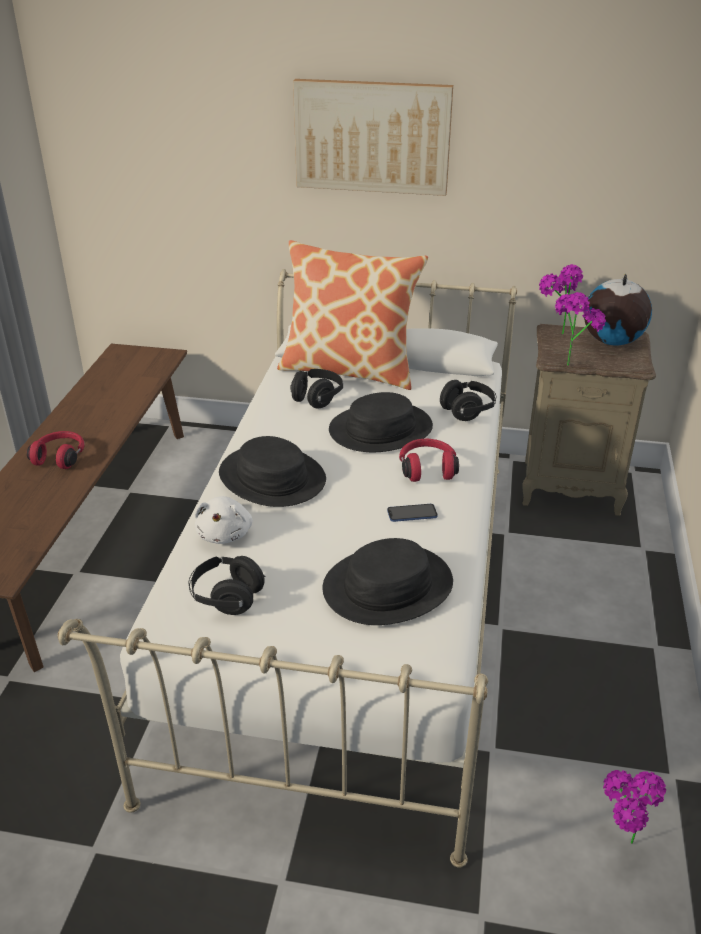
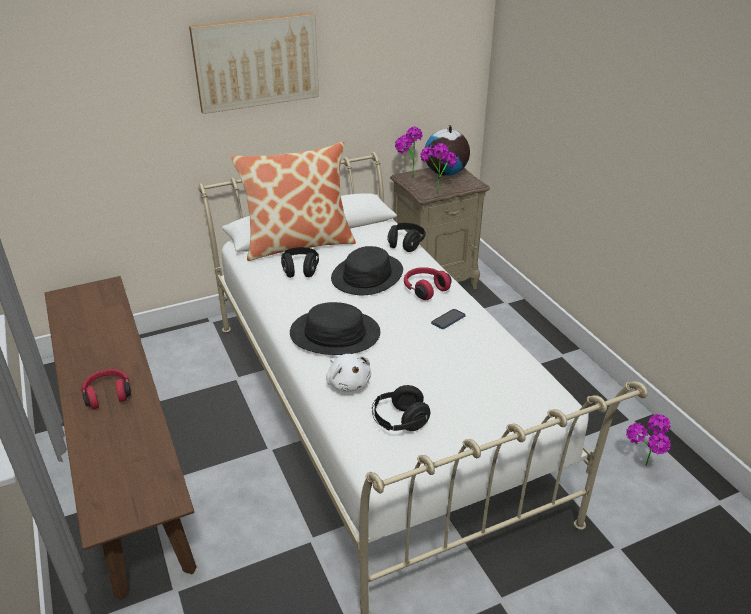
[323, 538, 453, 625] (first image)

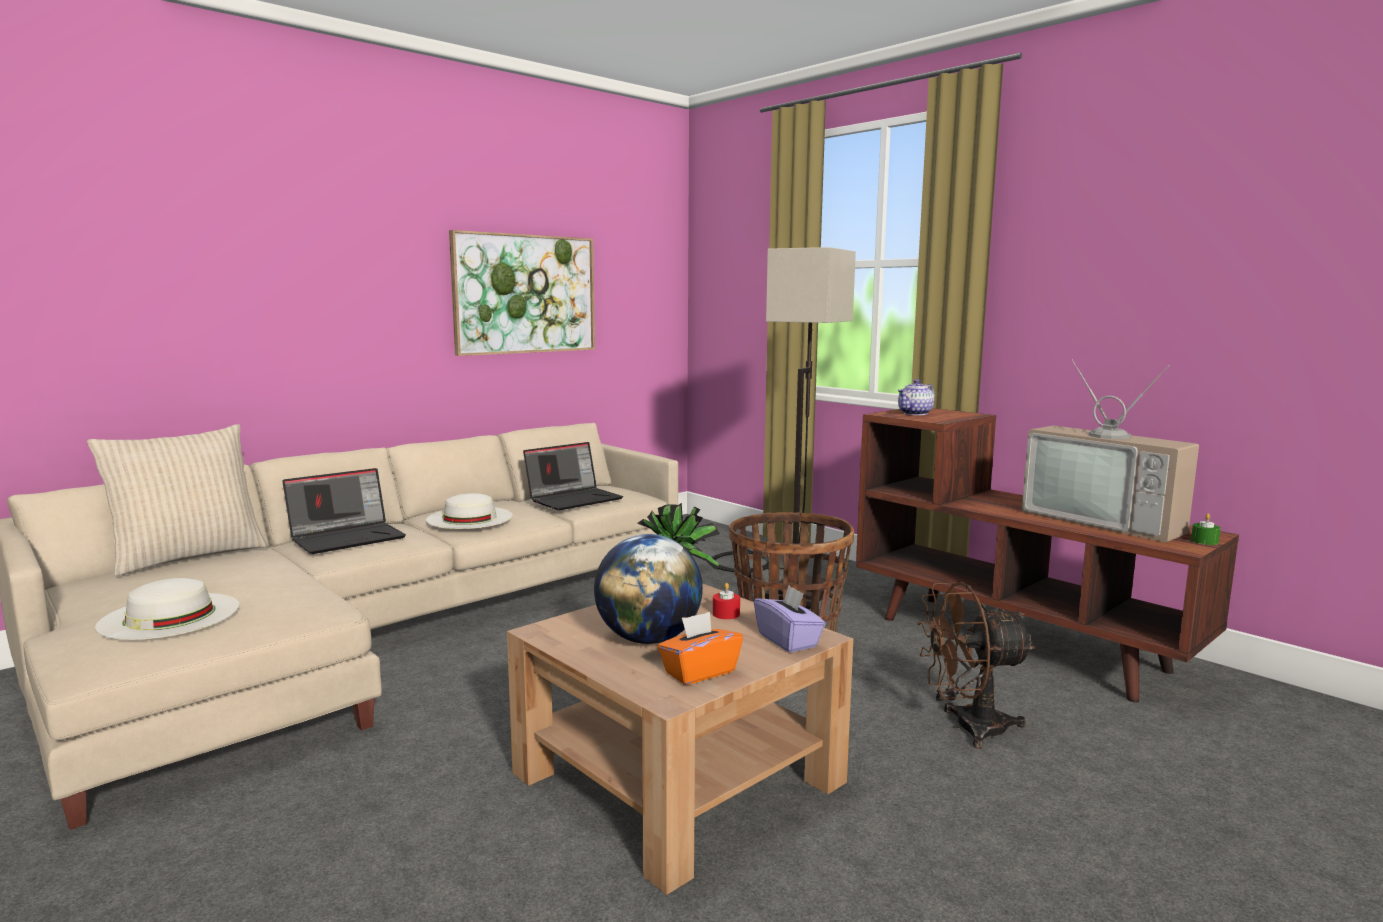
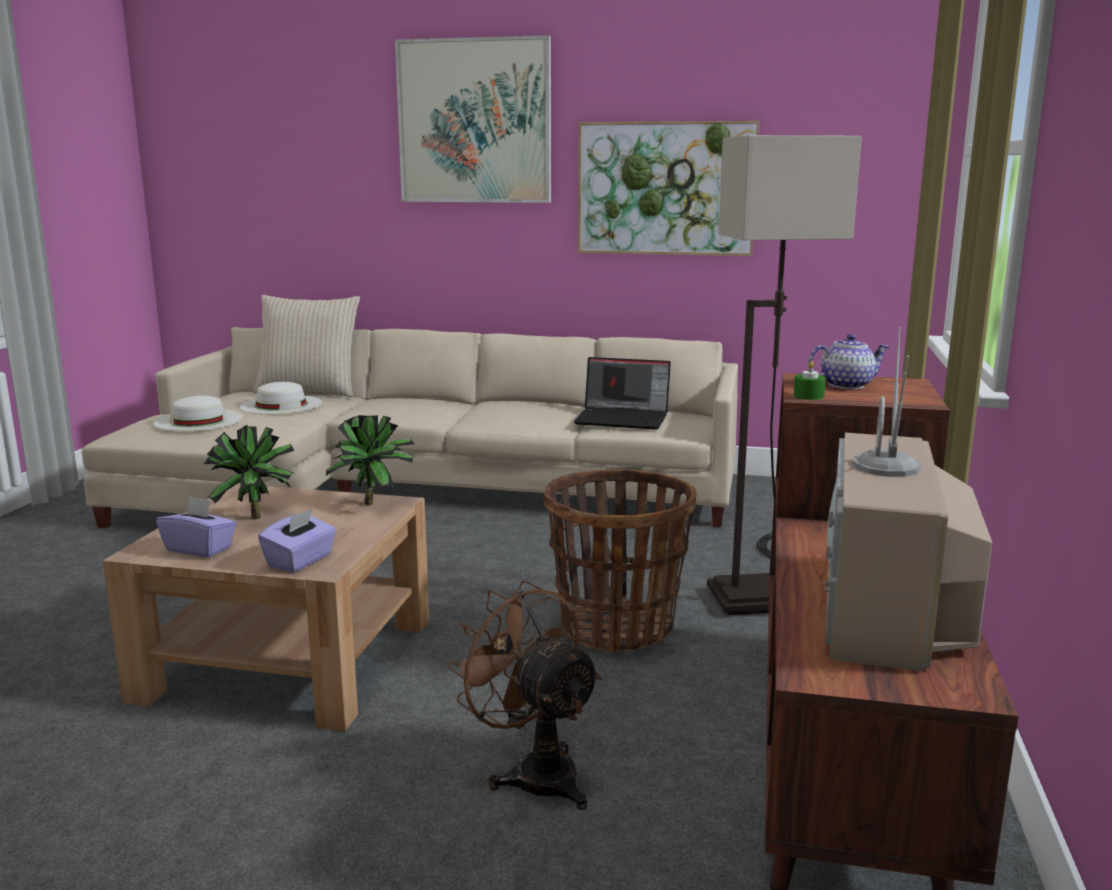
[282, 468, 406, 554] (first image)
[713, 583, 740, 619] (first image)
[395, 35, 551, 203]
[239, 382, 322, 414]
[793, 361, 826, 400]
[204, 424, 295, 520]
[156, 496, 237, 558]
[808, 334, 890, 389]

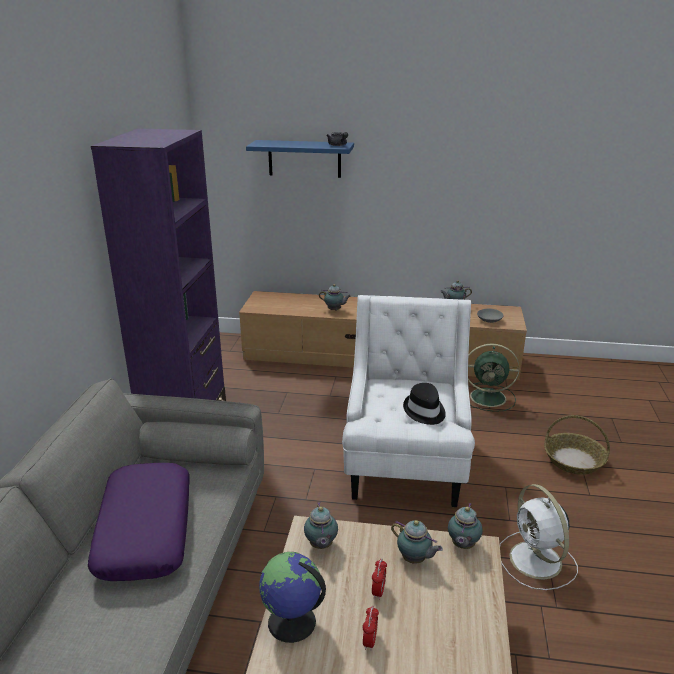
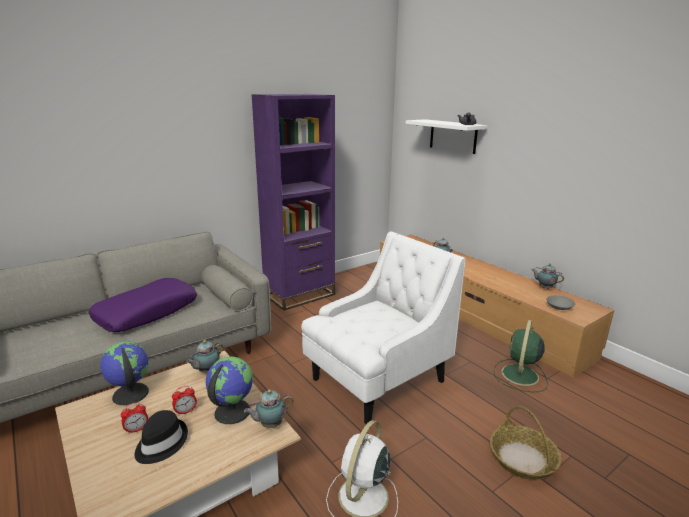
[135, 410, 188, 464]
[206, 356, 253, 424]
[405, 119, 487, 154]
[494, 320, 548, 392]

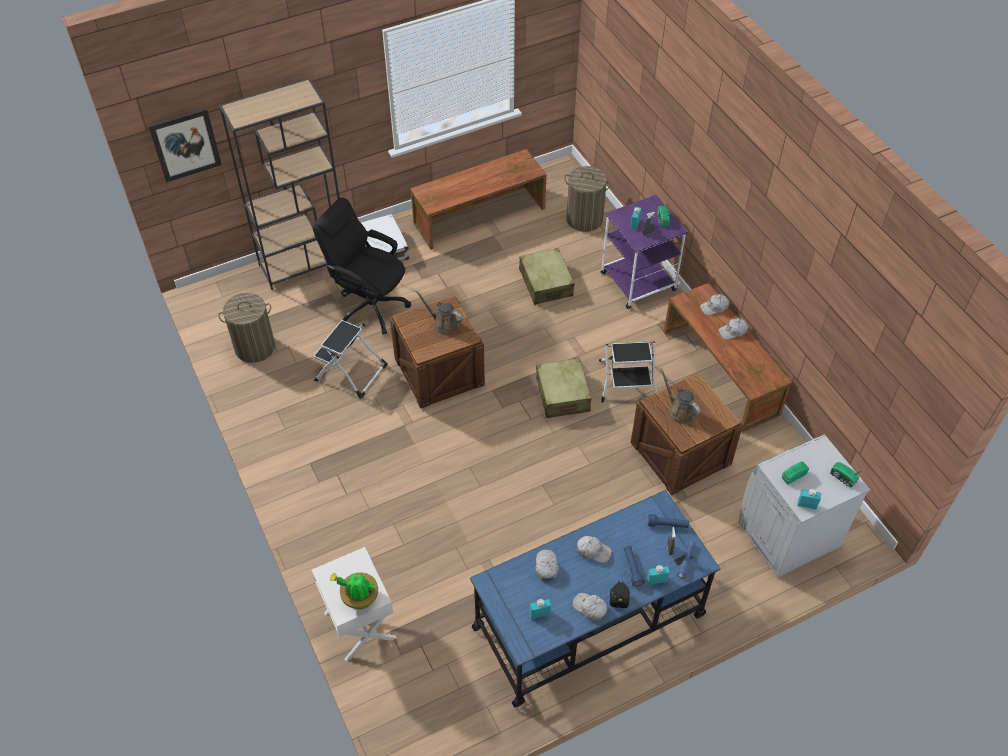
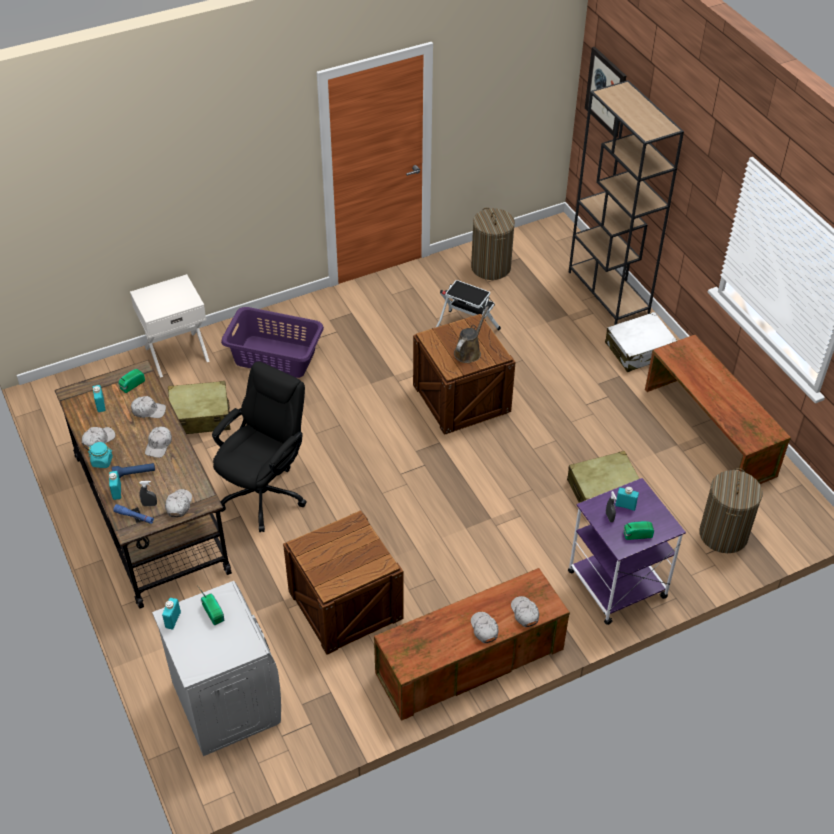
[329, 572, 378, 609] (first image)
[599, 342, 657, 403] (first image)
[660, 368, 700, 424] (first image)
[221, 307, 324, 378]
[212, 361, 307, 532]
[168, 381, 230, 434]
[118, 369, 145, 393]
[165, 489, 192, 517]
[55, 360, 232, 609]
[88, 442, 113, 468]

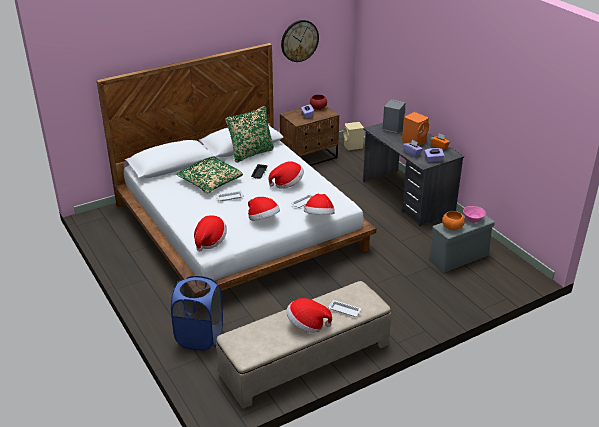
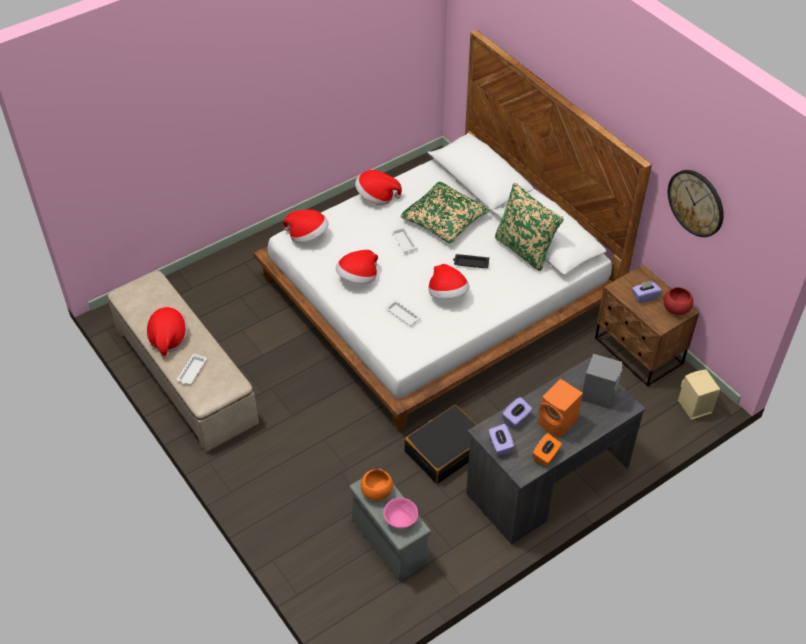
[171, 275, 223, 350] (first image)
[404, 405, 477, 484]
[355, 170, 402, 205]

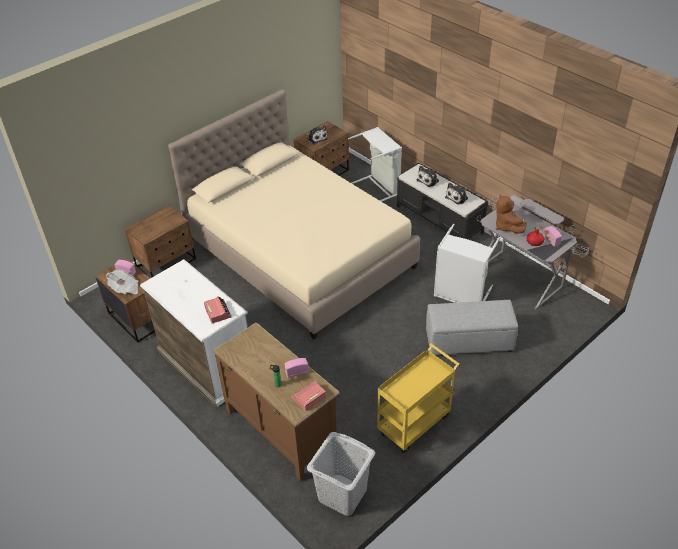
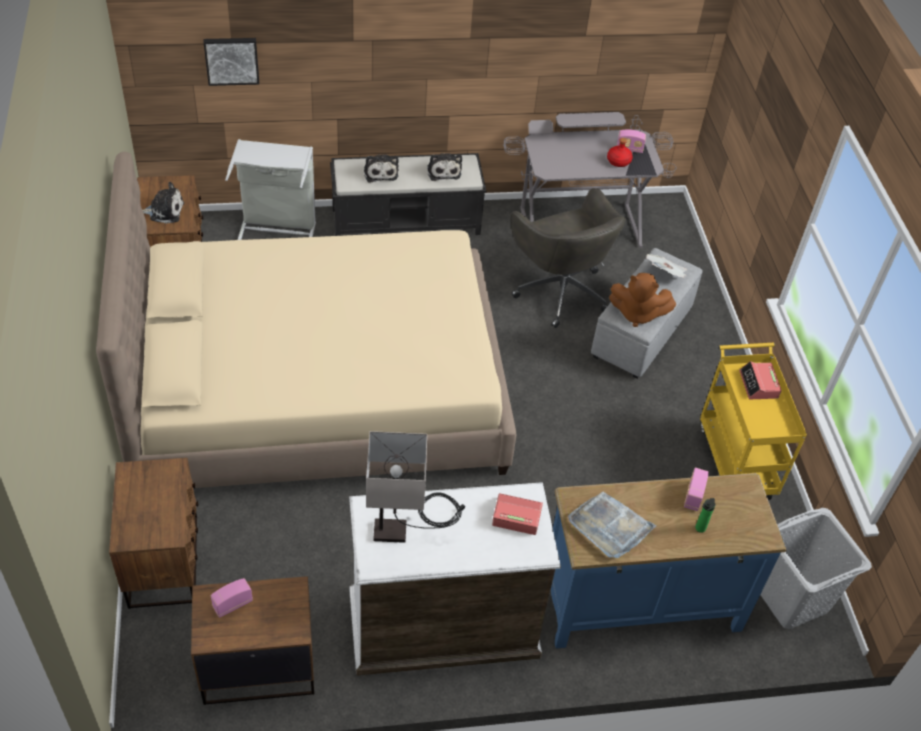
[204, 38, 259, 86]
[366, 431, 465, 543]
[568, 492, 656, 558]
[646, 254, 687, 278]
[739, 361, 782, 399]
[609, 273, 676, 327]
[511, 188, 626, 328]
[551, 473, 787, 649]

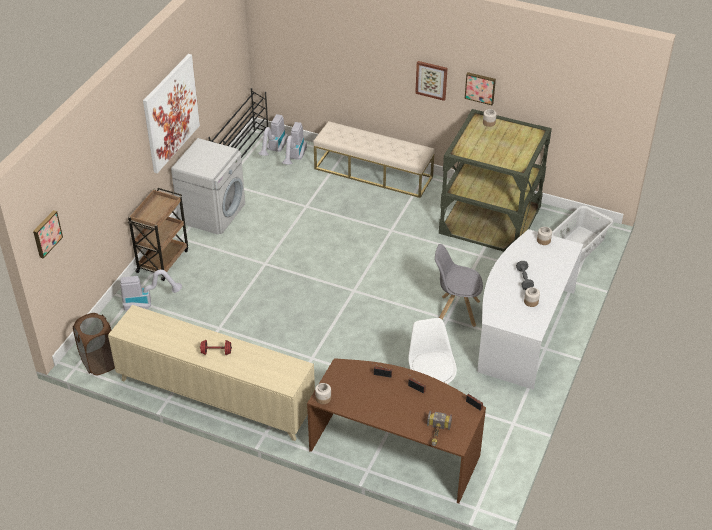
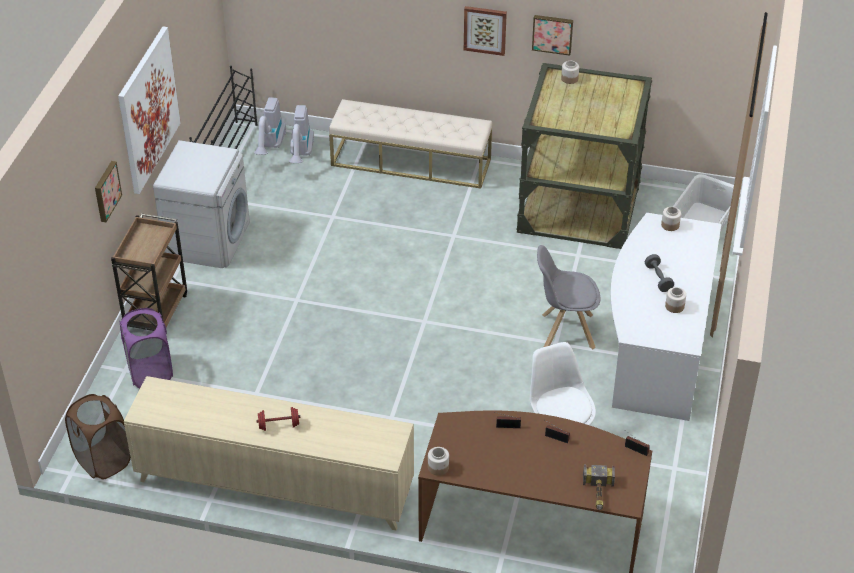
[95, 161, 122, 222]
[120, 308, 173, 389]

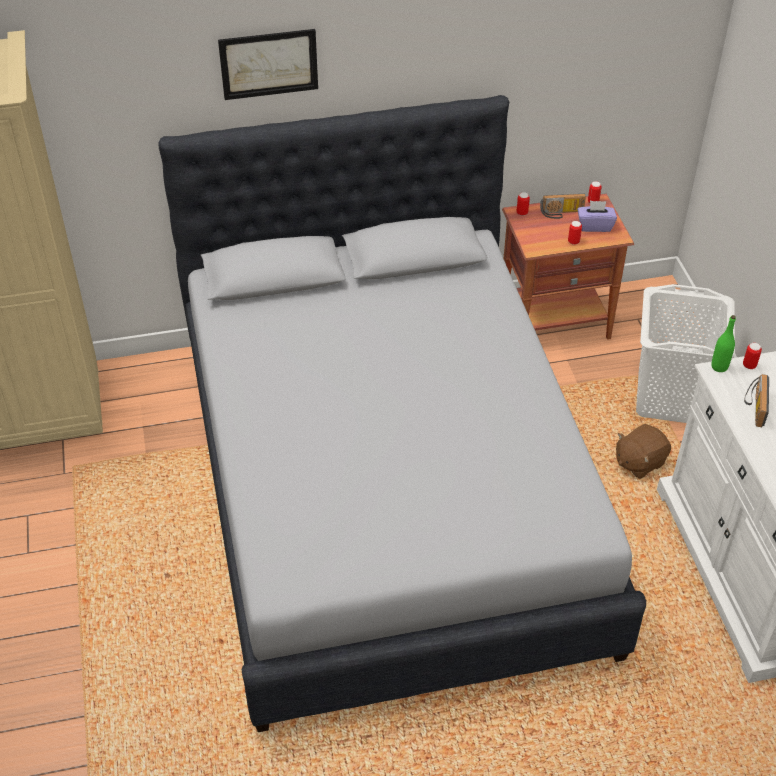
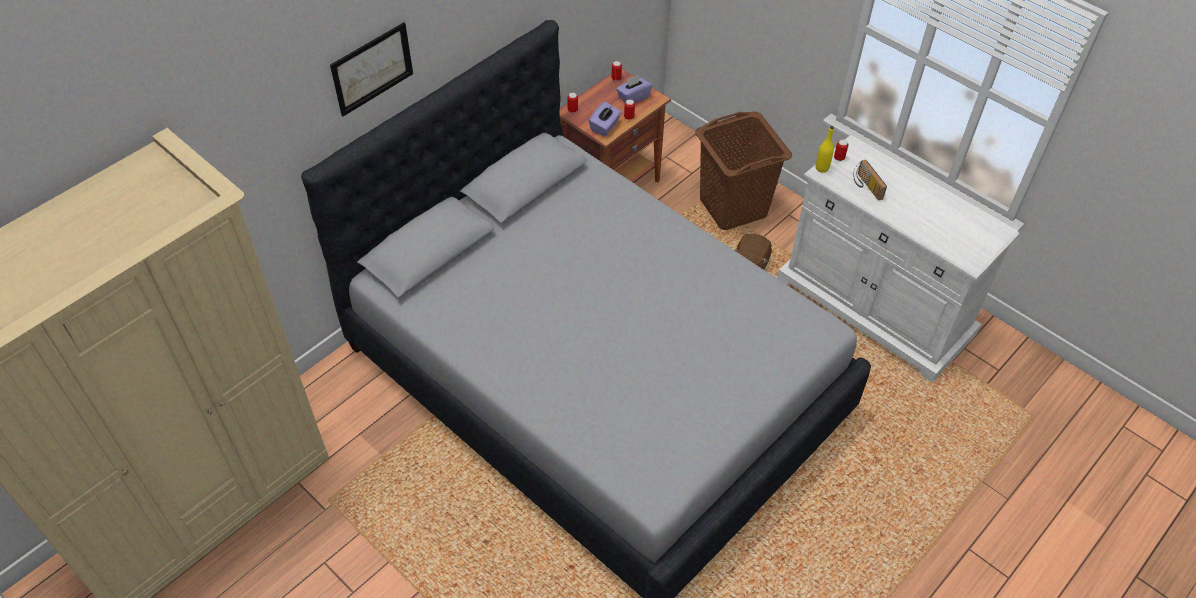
[540, 194, 586, 219] (first image)
[589, 101, 621, 136]
[695, 112, 792, 230]
[816, 126, 834, 173]

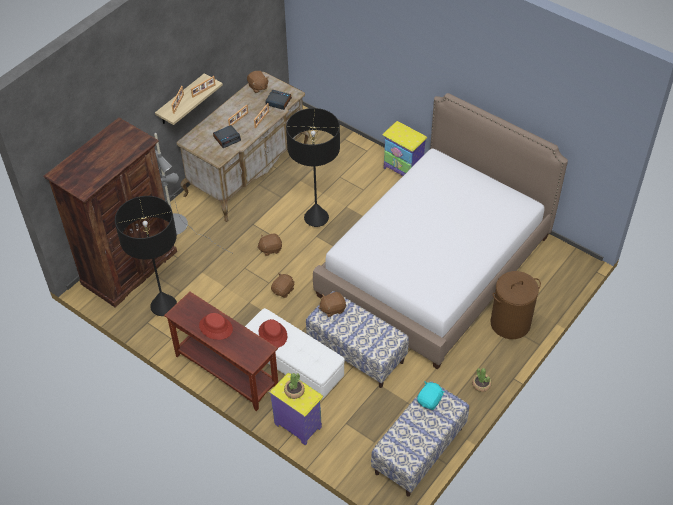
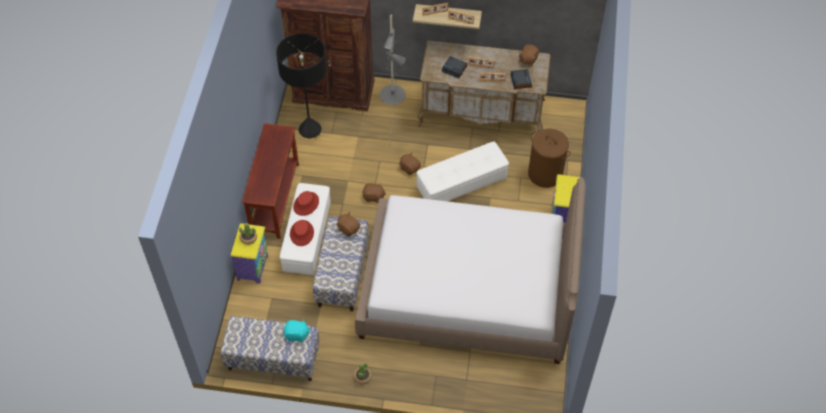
[290, 220, 314, 246]
[528, 129, 571, 188]
[417, 142, 509, 201]

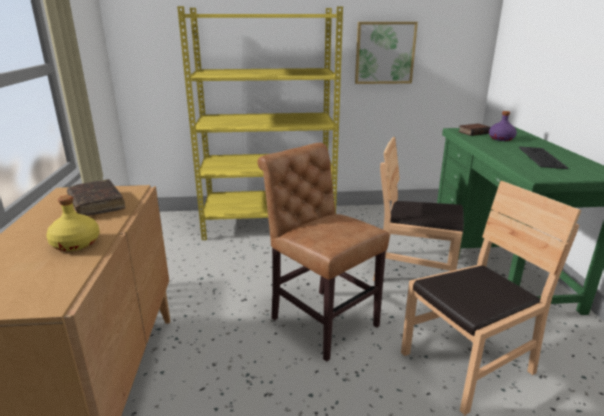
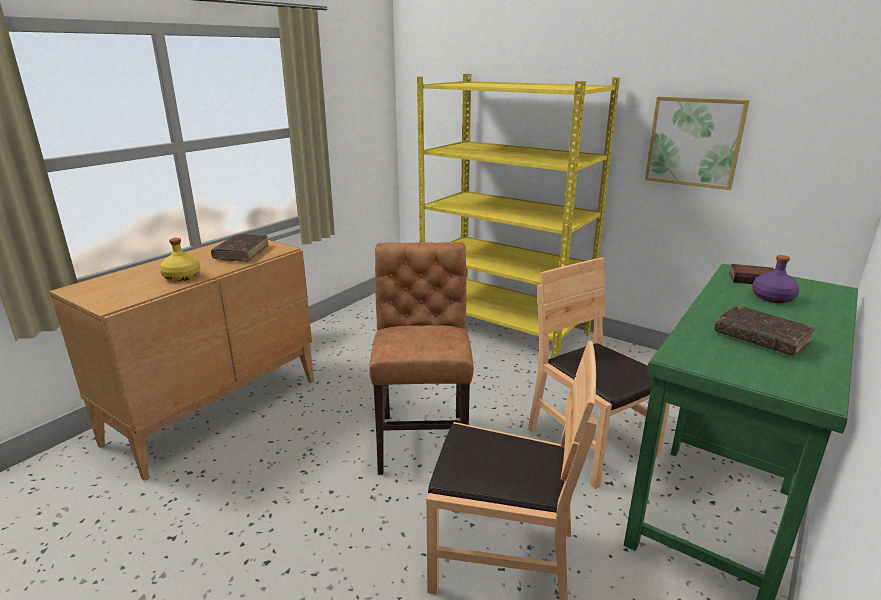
[714, 305, 815, 356]

